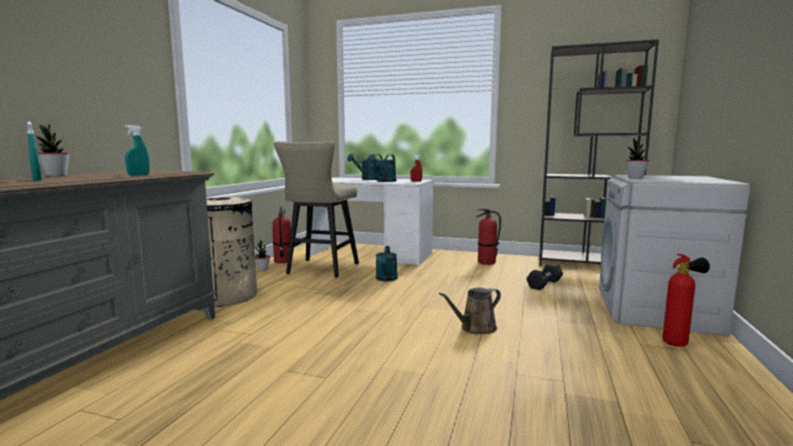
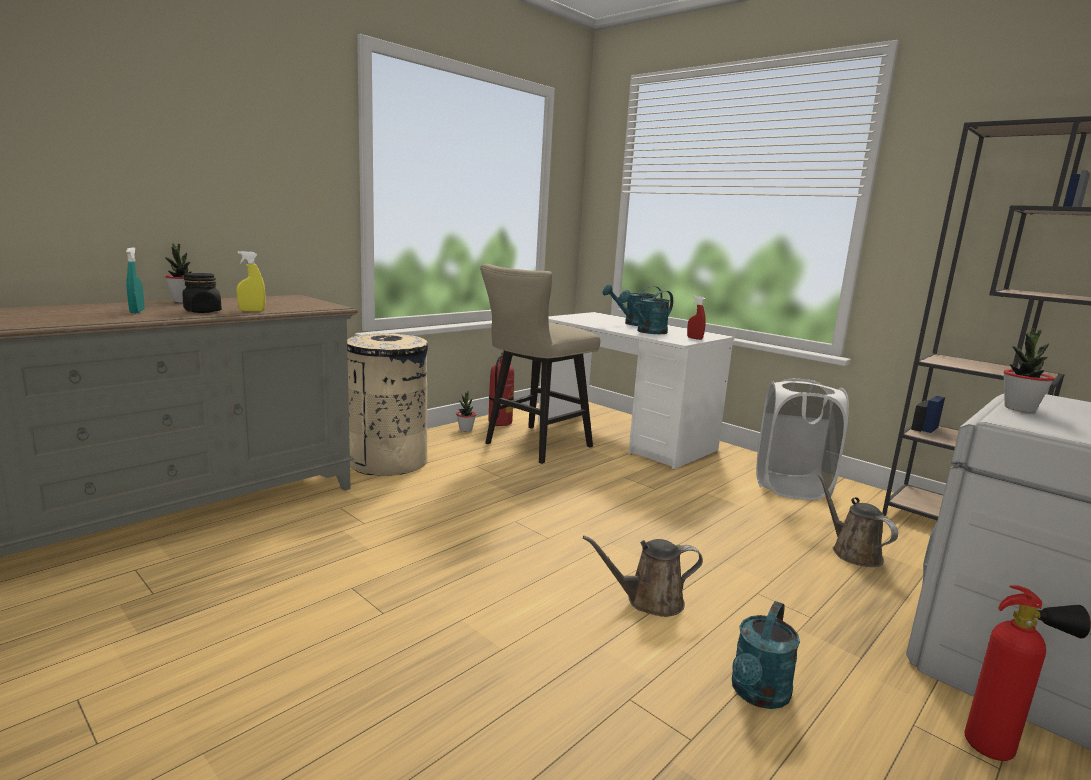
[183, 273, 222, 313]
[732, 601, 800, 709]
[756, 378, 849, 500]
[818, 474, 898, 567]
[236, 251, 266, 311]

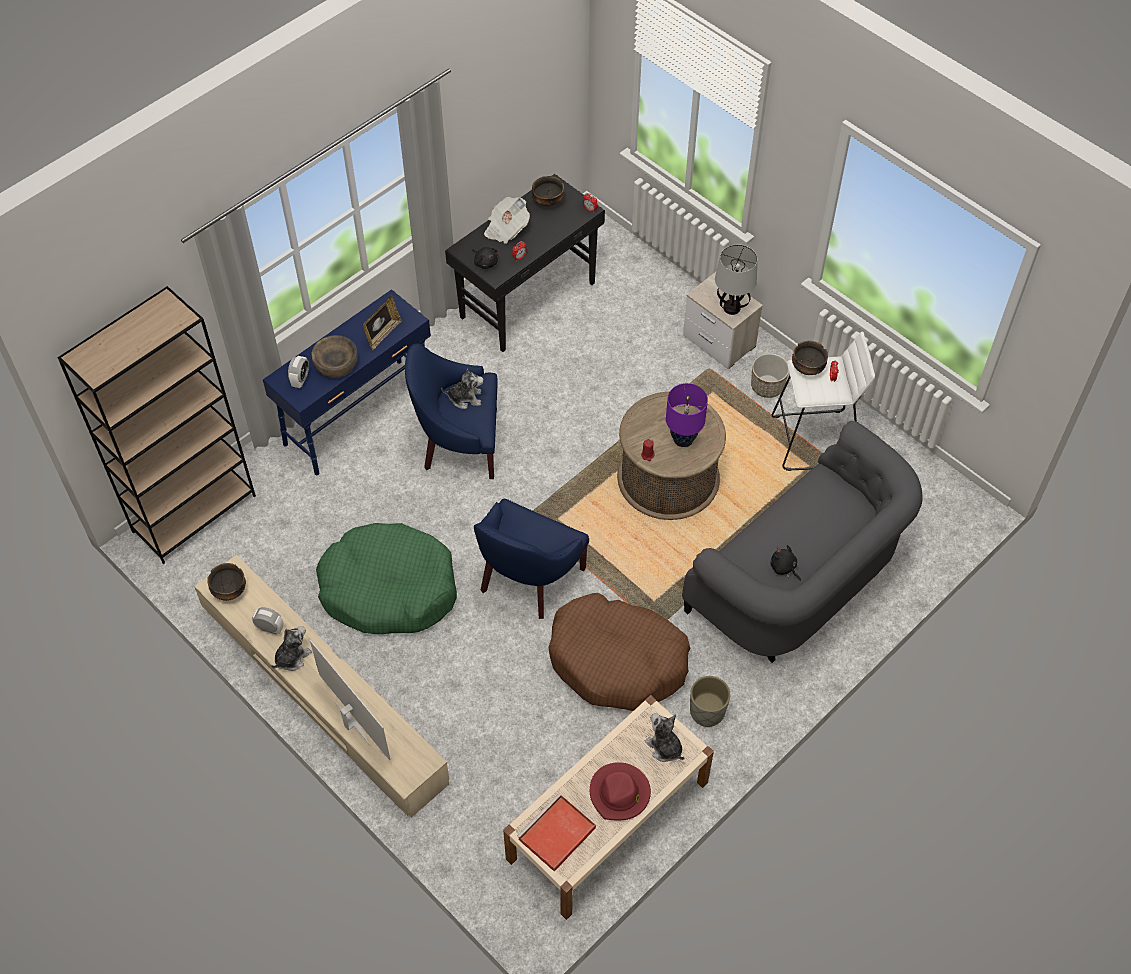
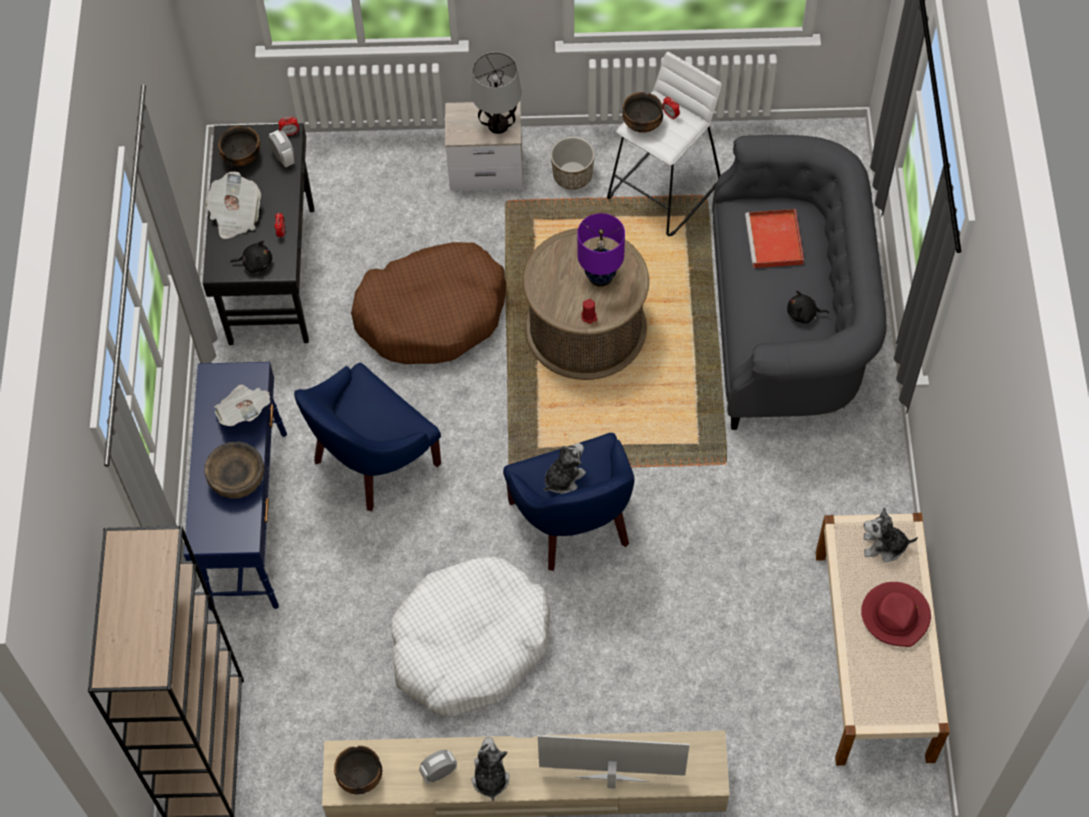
[690, 676, 730, 727] (first image)
[268, 130, 294, 168]
[544, 443, 586, 494]
[745, 209, 804, 268]
[351, 242, 506, 364]
[214, 384, 271, 426]
[391, 556, 550, 717]

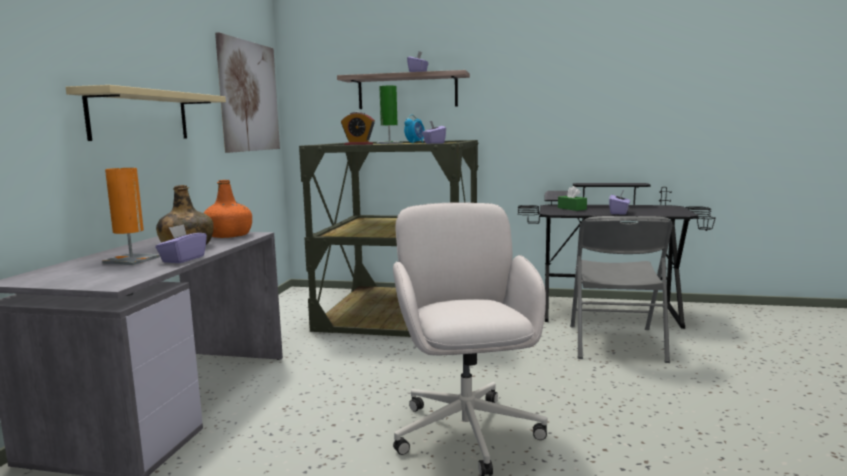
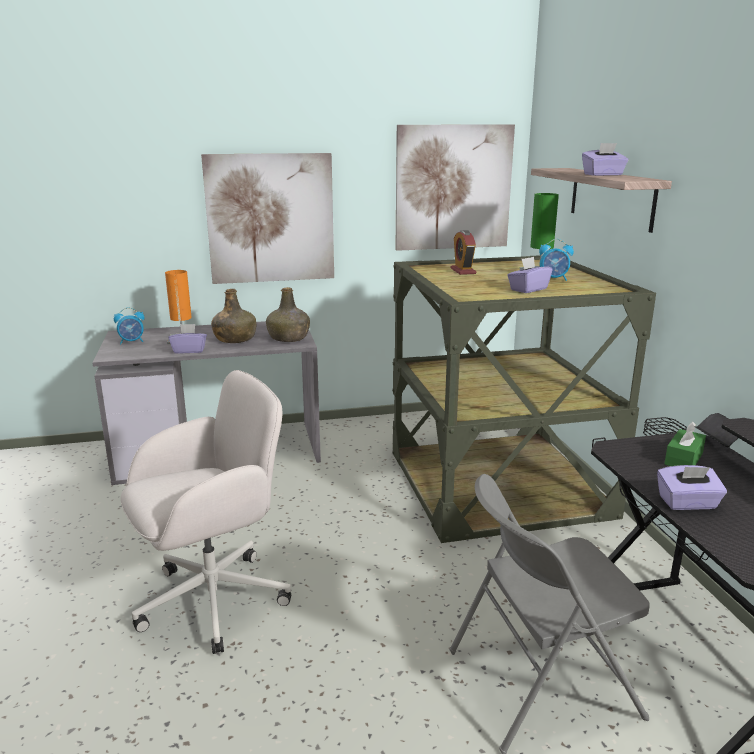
[114, 308, 145, 345]
[201, 153, 334, 284]
[266, 287, 310, 342]

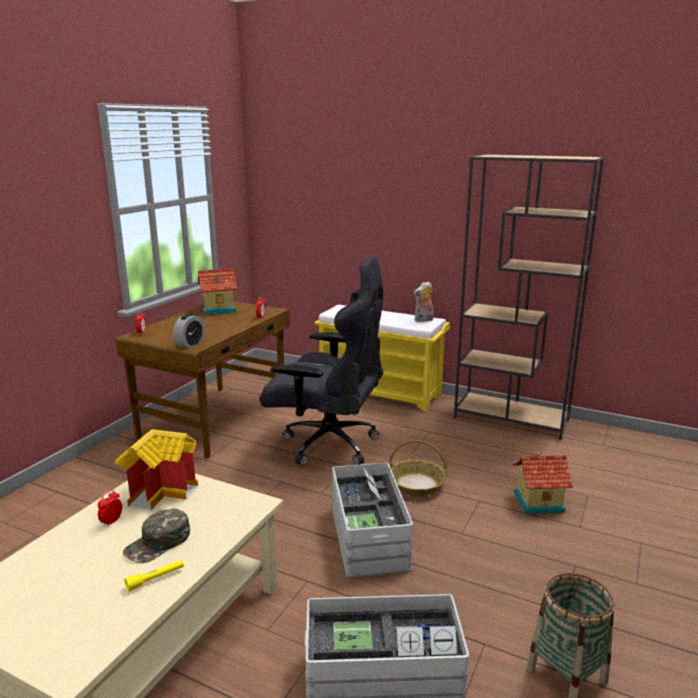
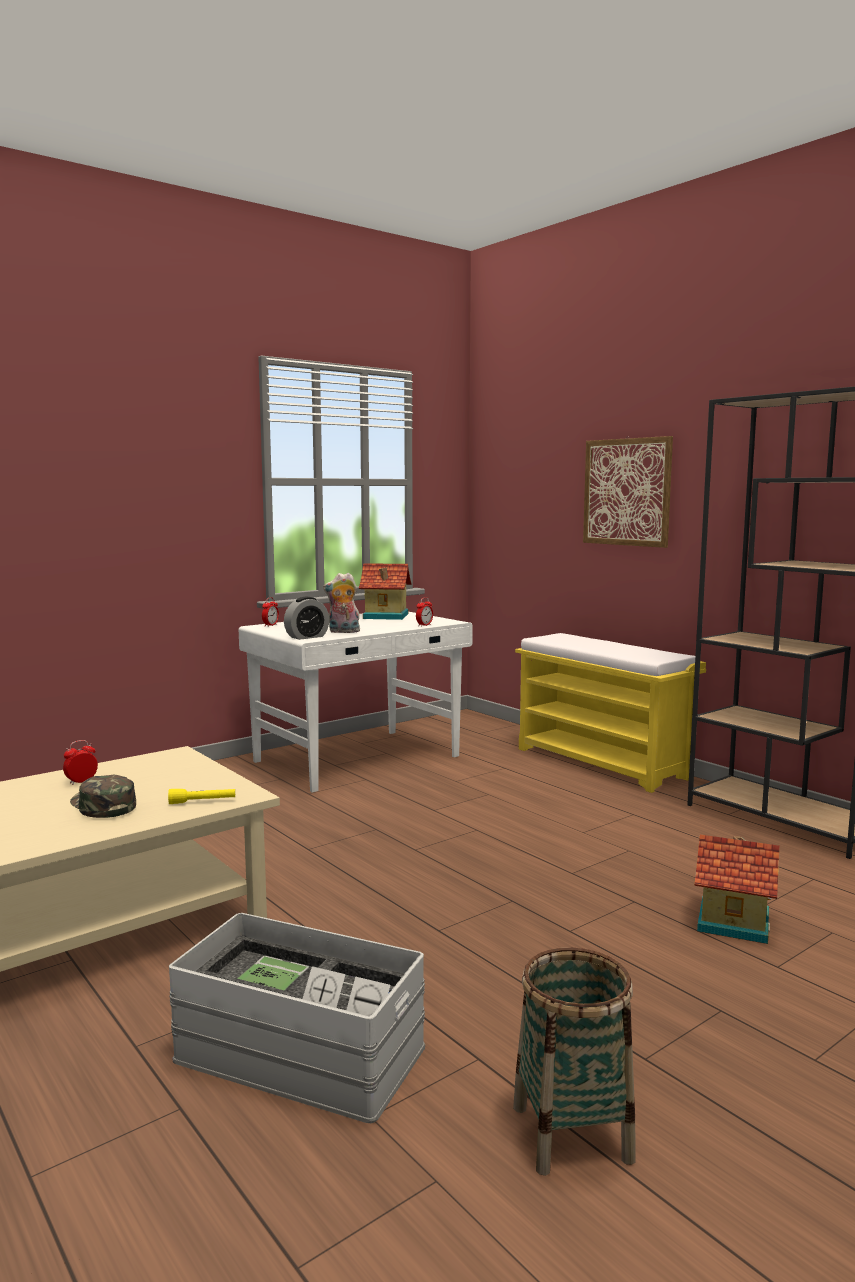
[115, 429, 198, 510] (first image)
[259, 256, 383, 466] (first image)
[332, 463, 413, 578] (first image)
[389, 440, 447, 496] (first image)
[583, 436, 673, 548]
[168, 789, 235, 804]
[323, 573, 360, 633]
[239, 612, 473, 792]
[70, 775, 136, 818]

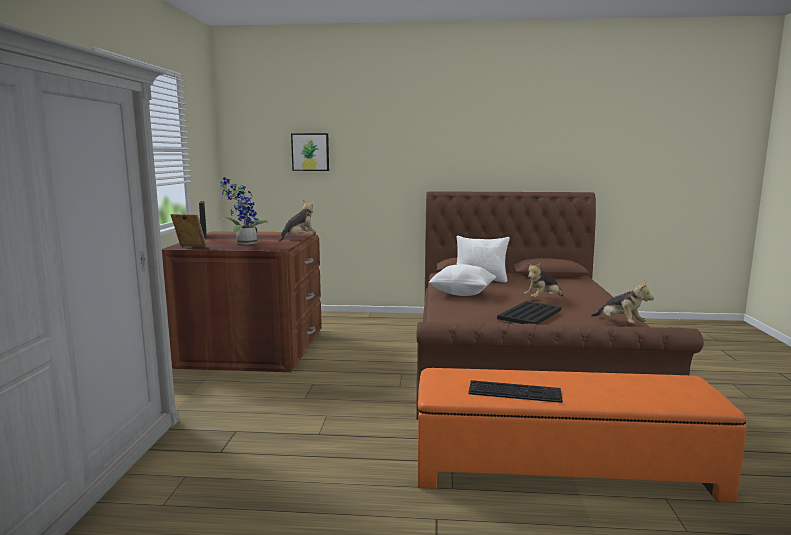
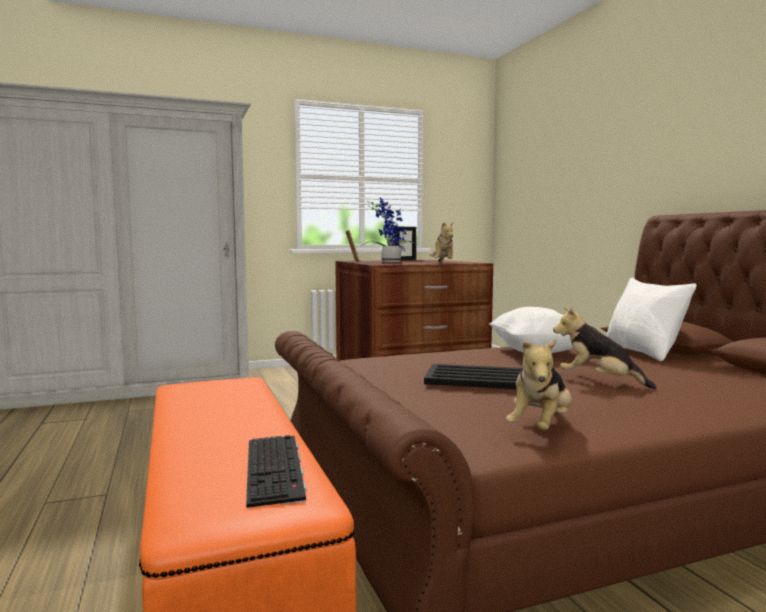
[291, 133, 329, 171] (first image)
[246, 435, 307, 508]
[430, 222, 453, 263]

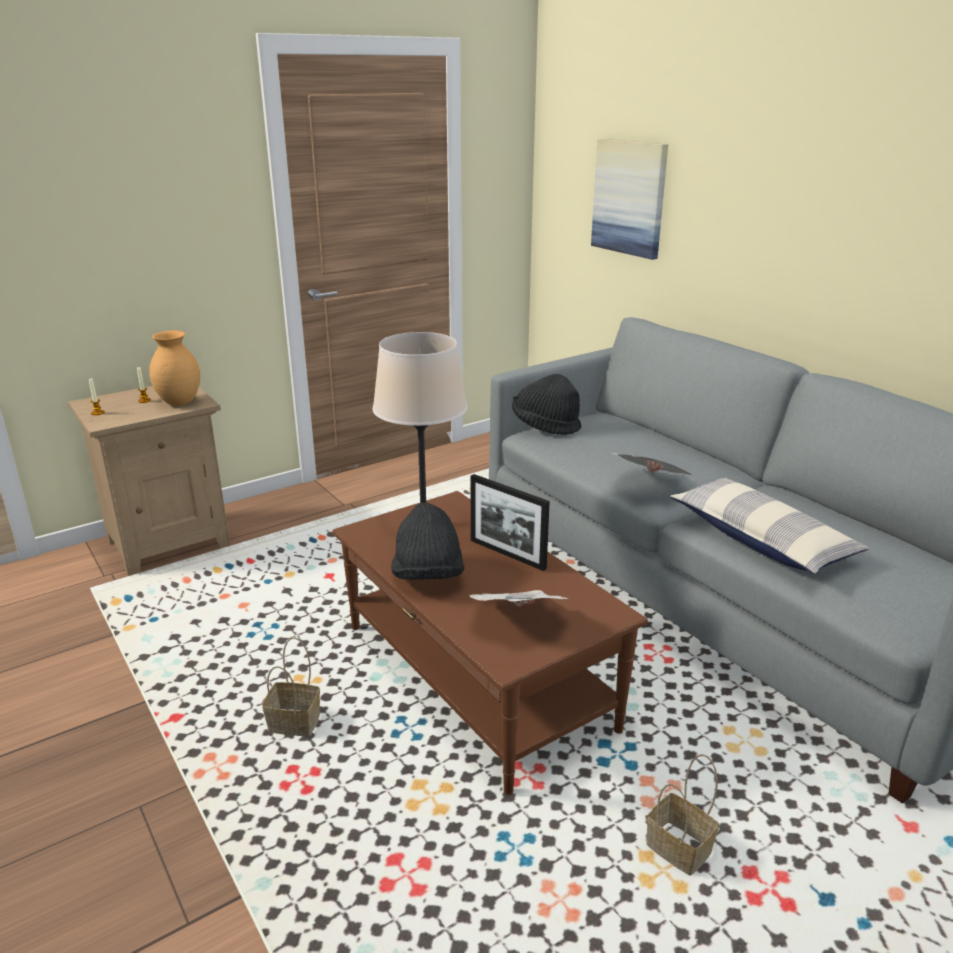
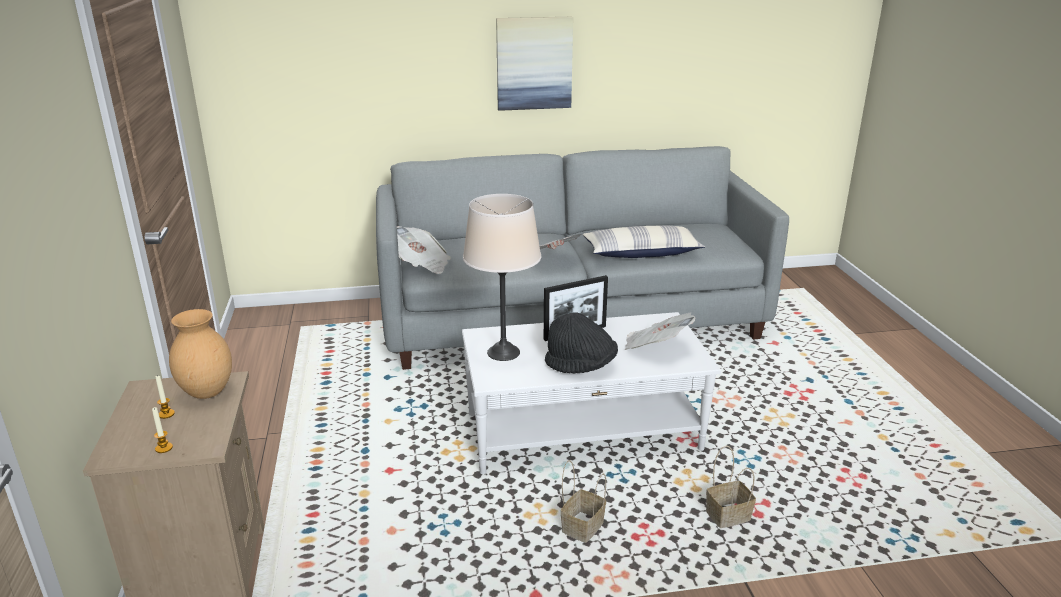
[496, 17, 573, 111]
[706, 446, 756, 528]
[397, 226, 451, 274]
[462, 312, 721, 474]

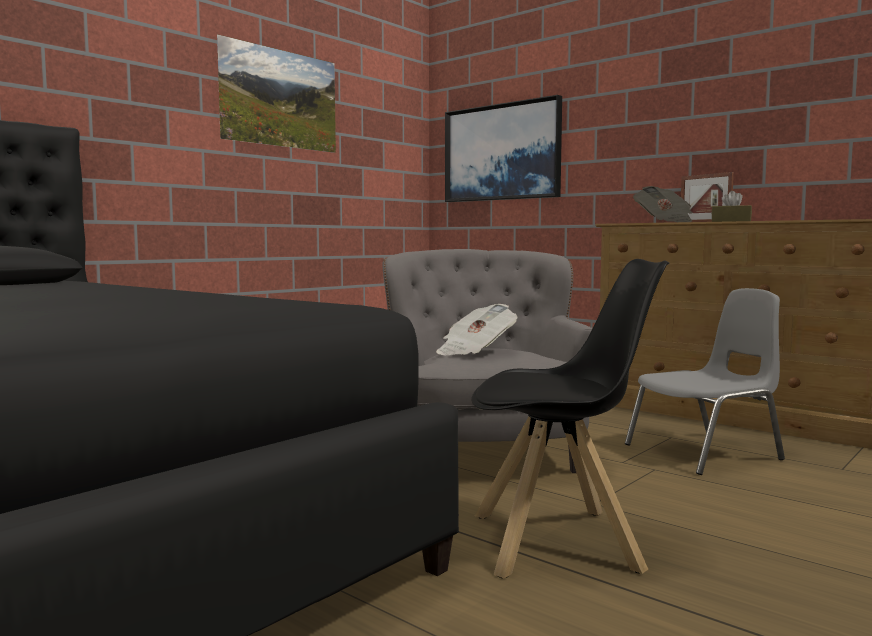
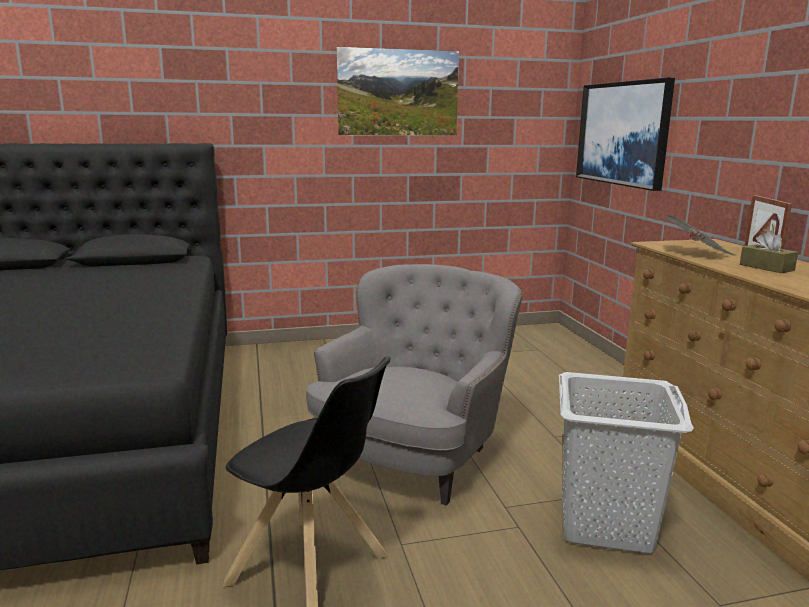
[436, 304, 517, 355] (first image)
[559, 372, 694, 553]

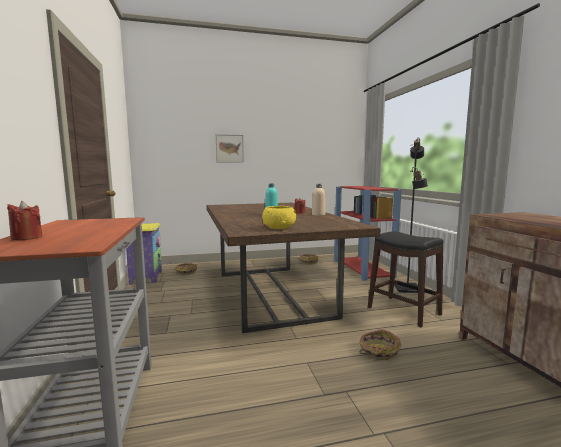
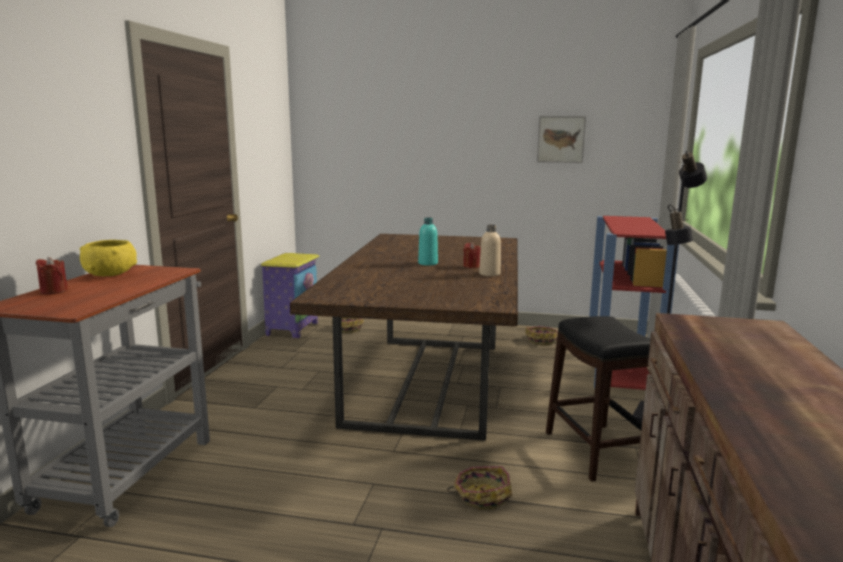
[537, 116, 586, 163]
[79, 240, 137, 276]

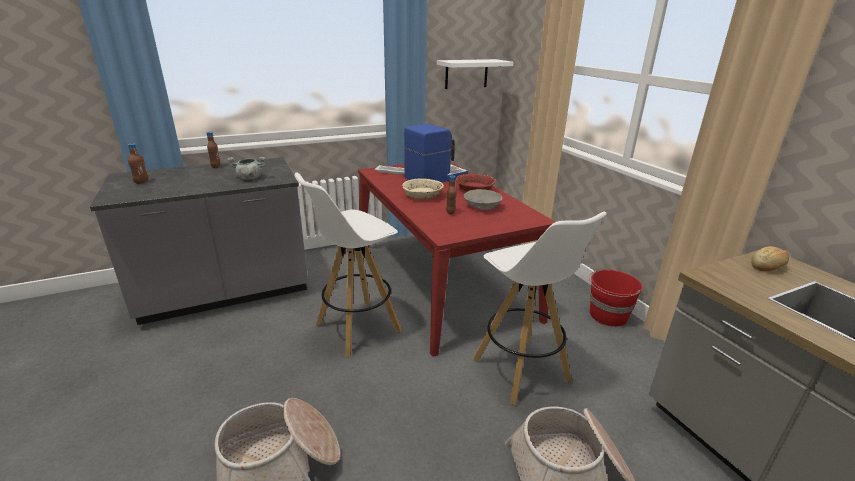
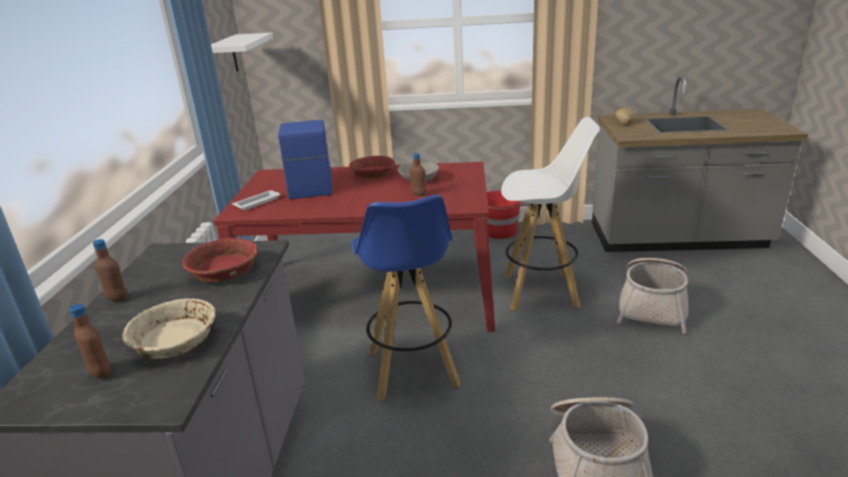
[123, 299, 216, 359]
[182, 238, 258, 282]
[352, 194, 461, 401]

